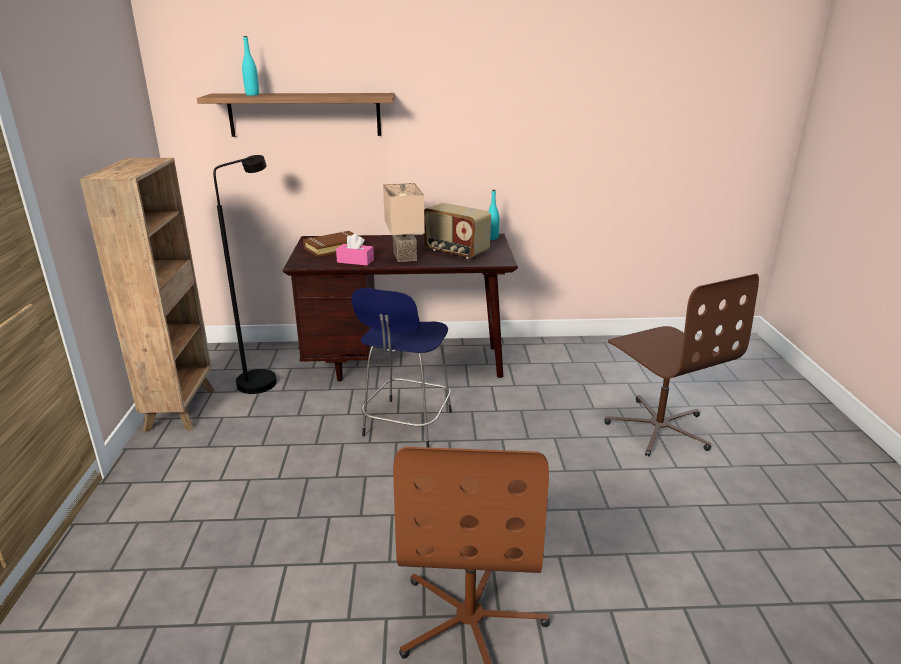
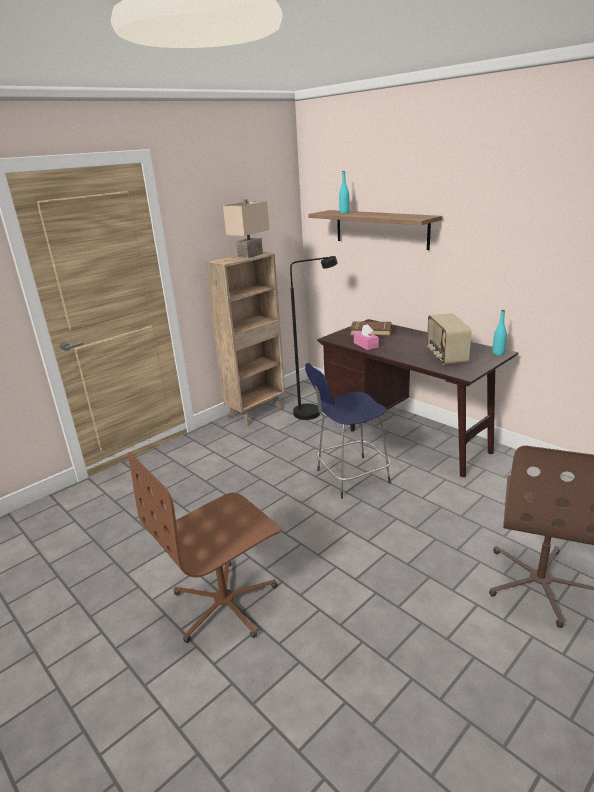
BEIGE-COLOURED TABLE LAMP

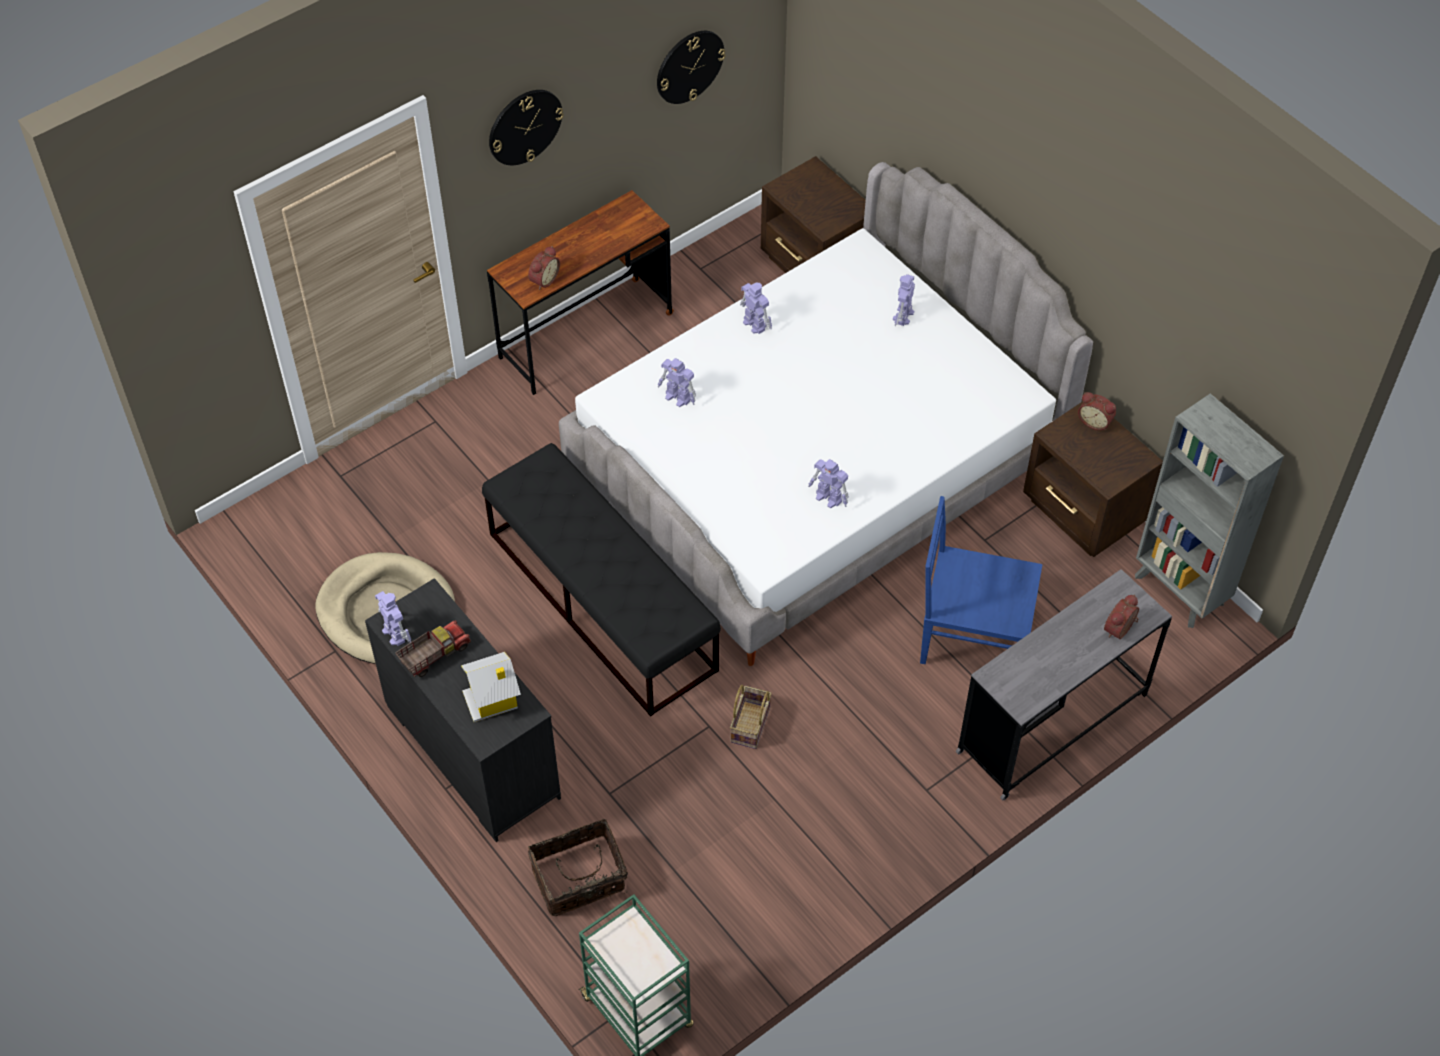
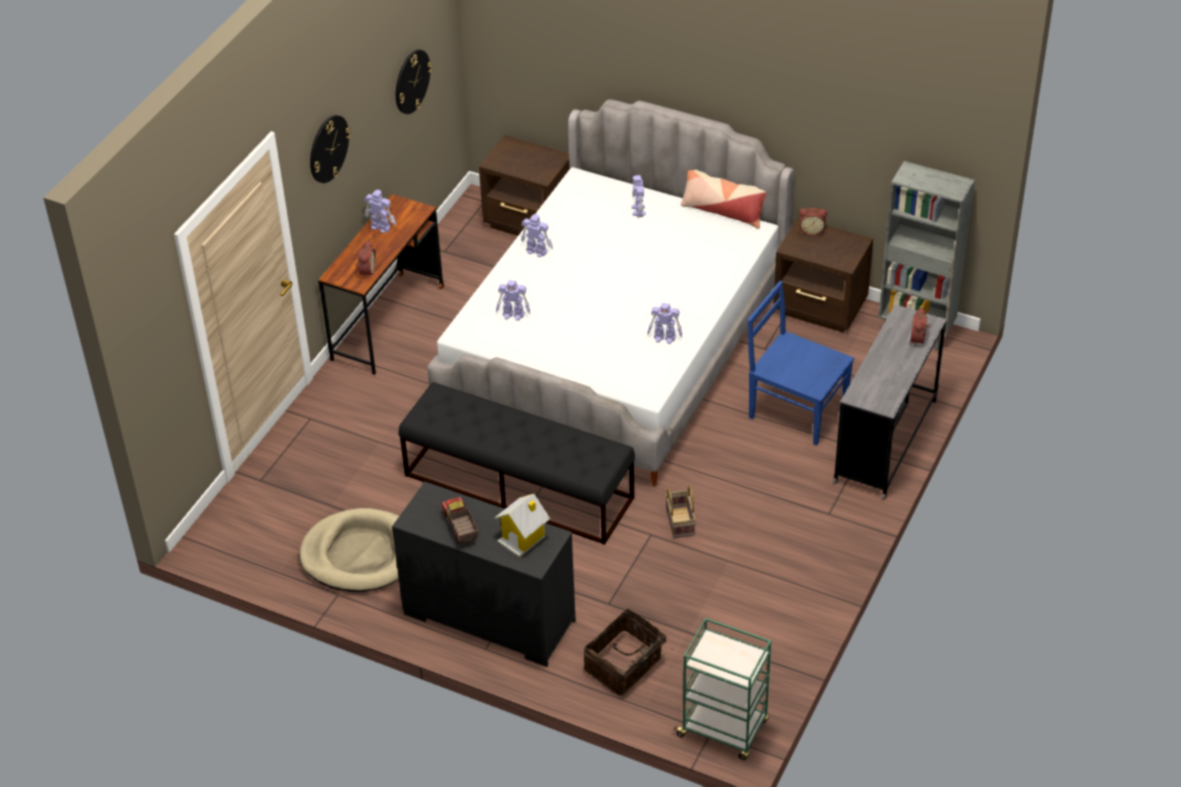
THROW PILLOW
MODEL ROBOT (1st from left)
TOY TRUCK
BLUISH PLAIN CHAIR

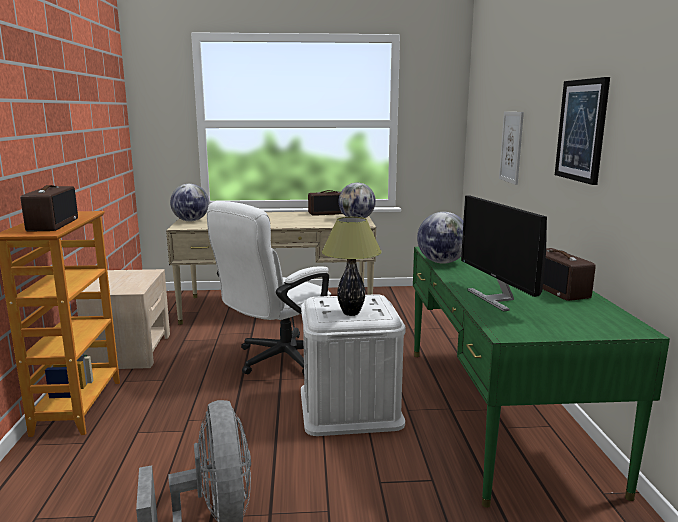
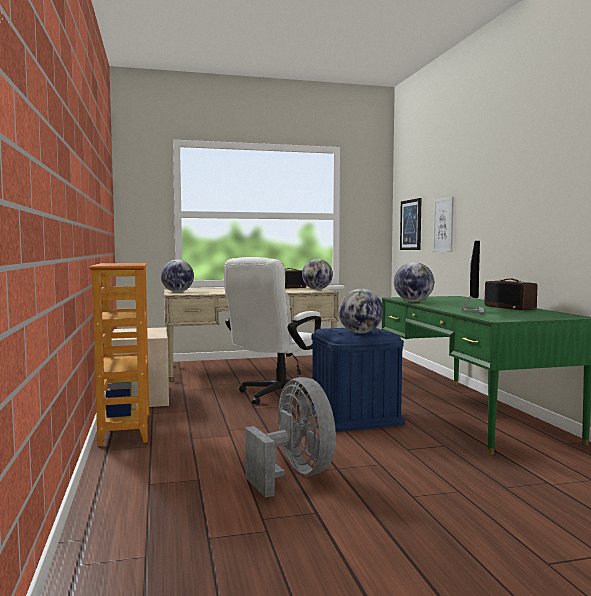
RADIO (1st from left in the first image)
WALL PICTURE (1st from left)
GLOBE (3rd from left)
BLUISH STORAGE CONTAINER
COMPUTER DISPLAY

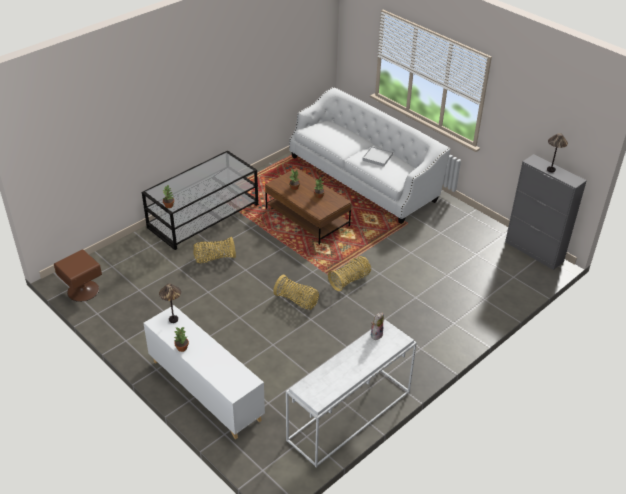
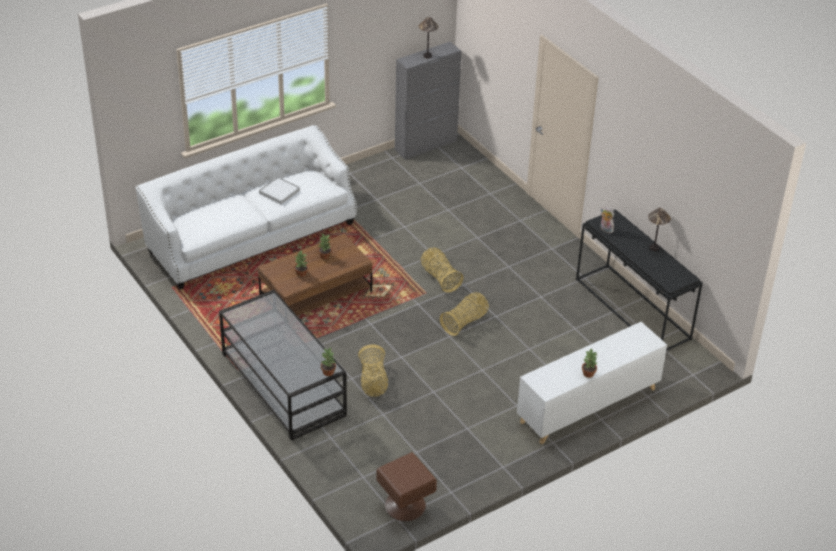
TABLE LAMP (2nd from left)
BLACK HALL TABLE

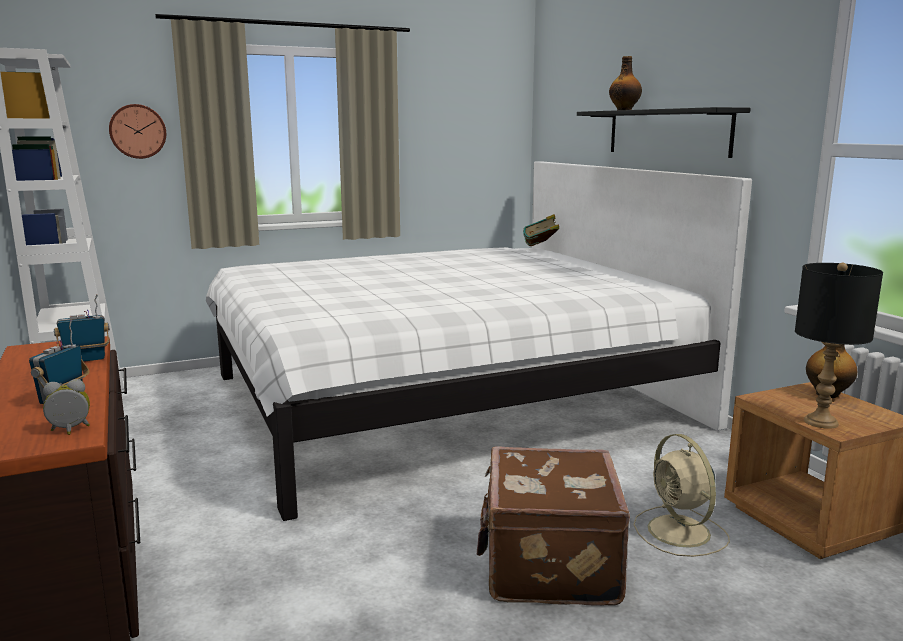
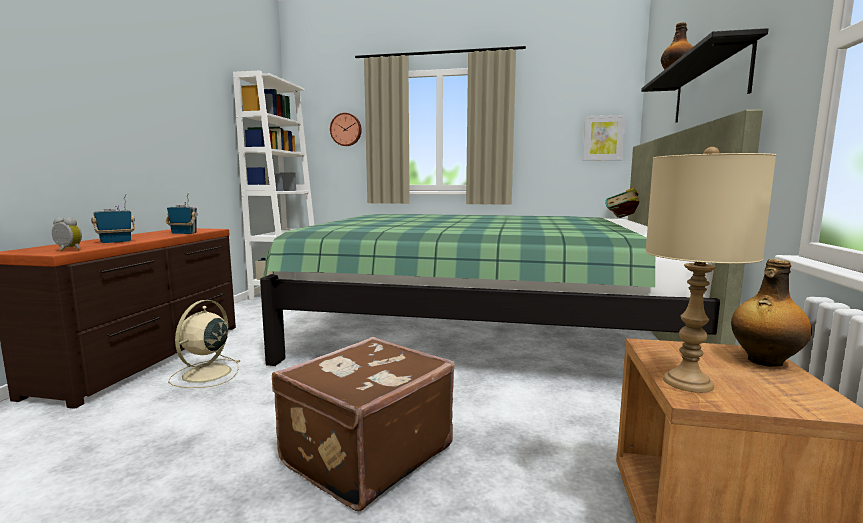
WALL PICTURE
BEIGE-COLOURED FAN
GREENISH BEDROOM BED
BEIGE-COLOURED TABLE LAMP

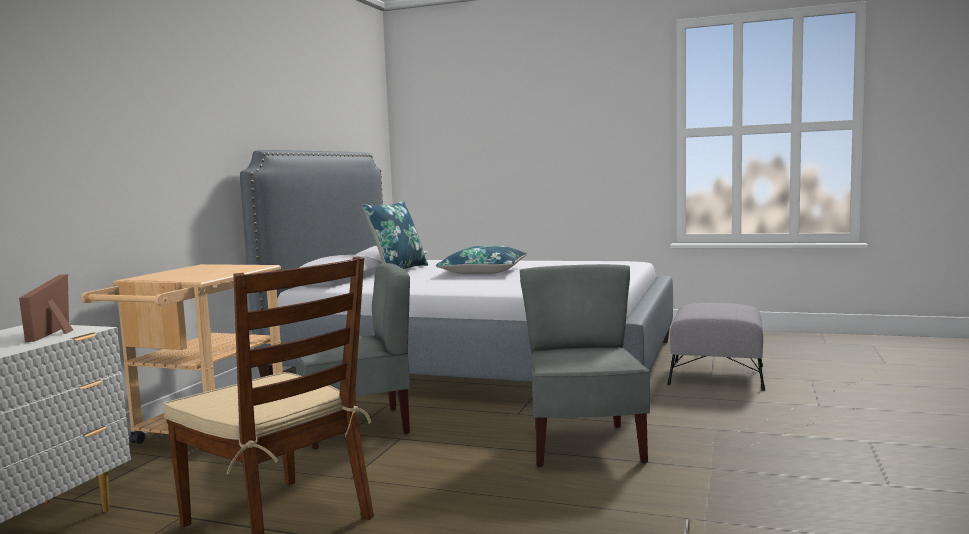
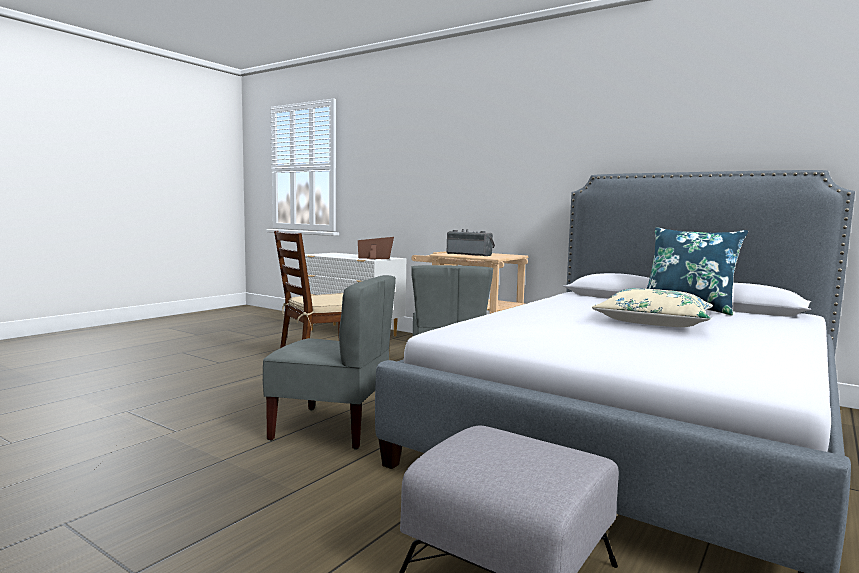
RADIO
BEIGE-COLOURED THROW PILLOW

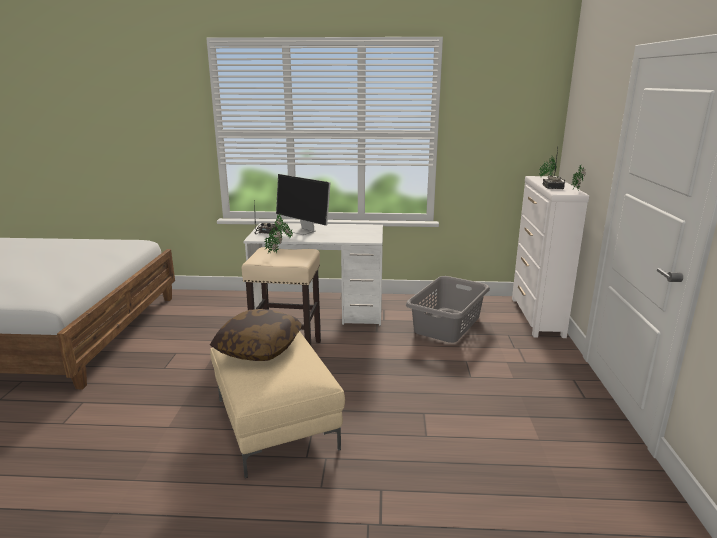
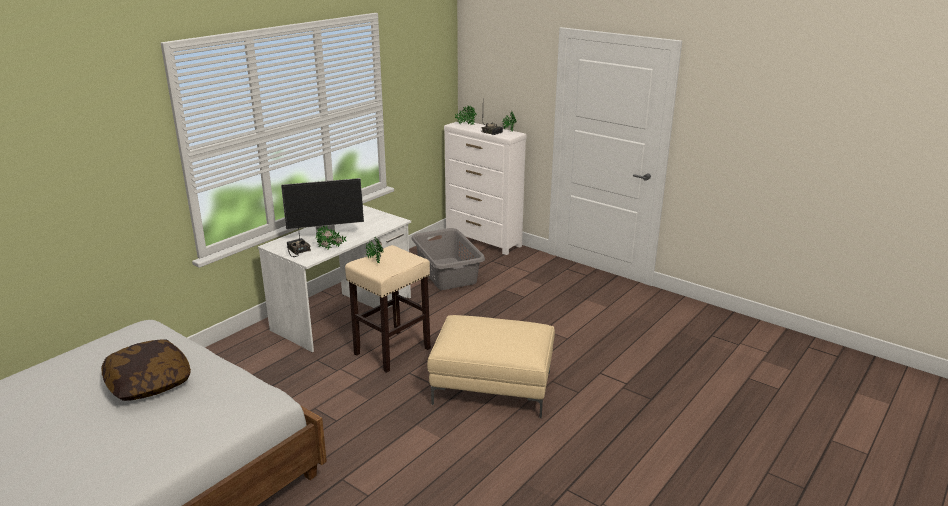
THROW PILLOW

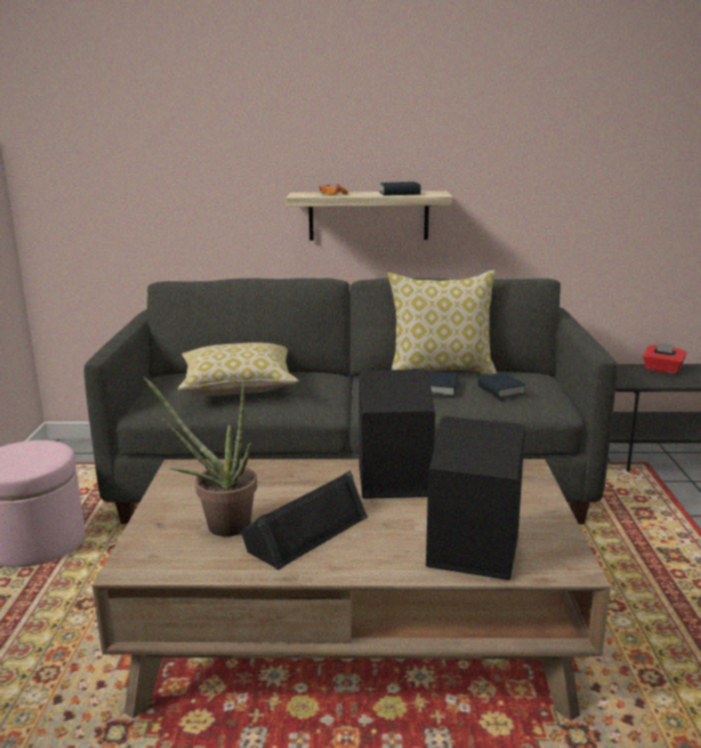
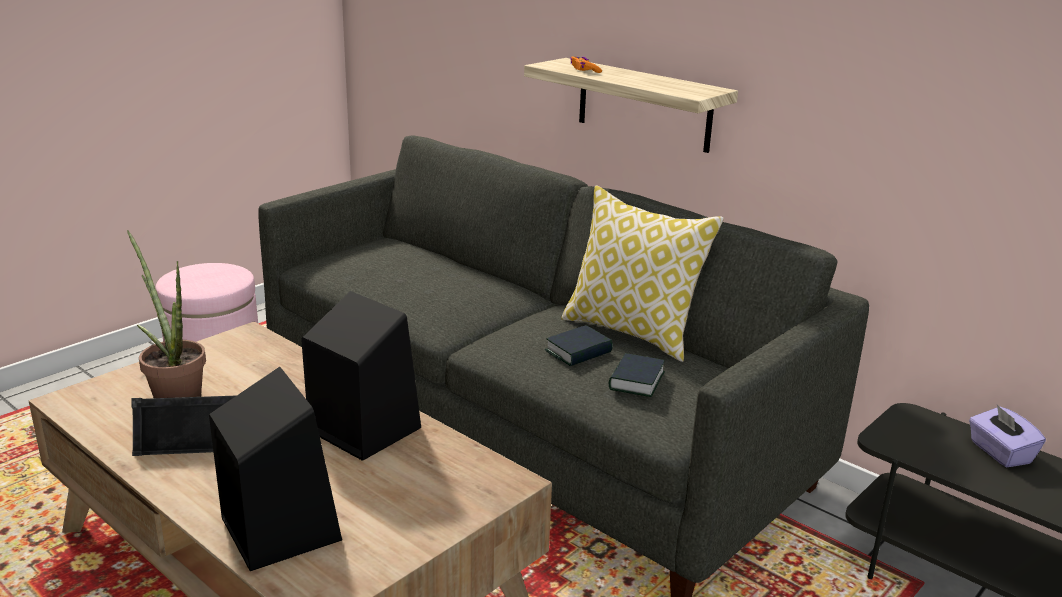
THROW PILLOW (1st from left in the first image)
VOLUME (1st from left in the first image)
PURPLE TISSUE HOLDER

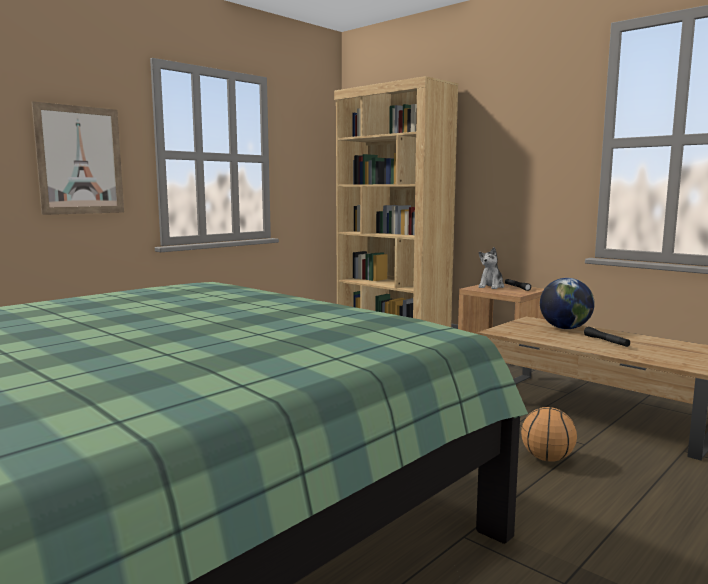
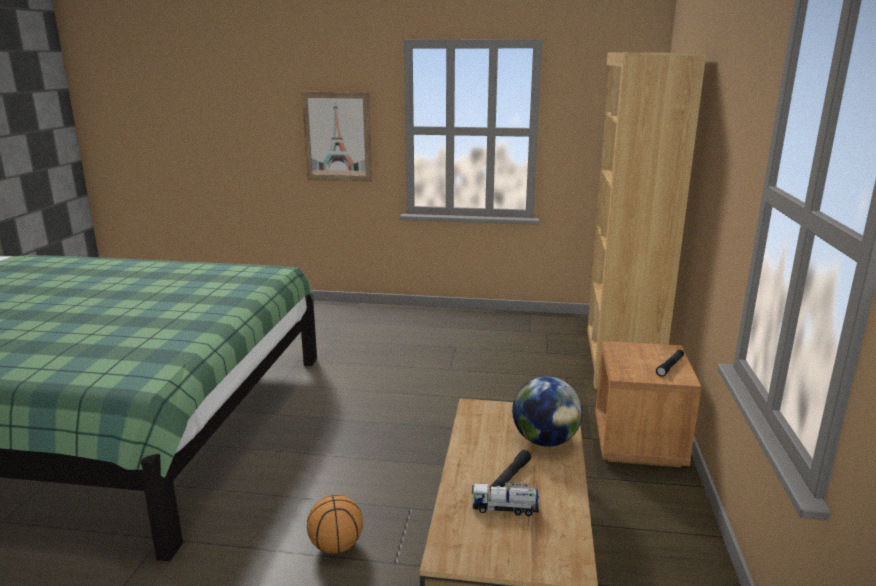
SOFT TOY
TOY TRUCK

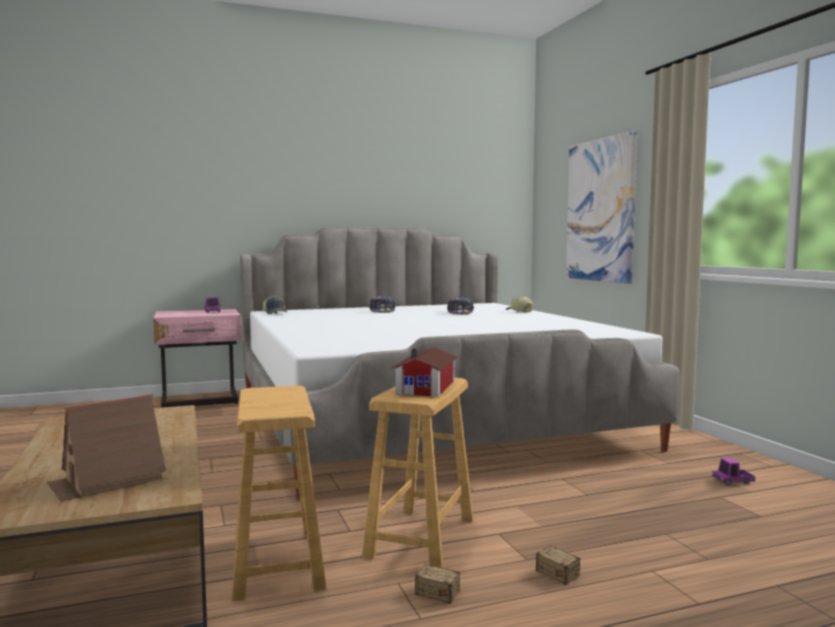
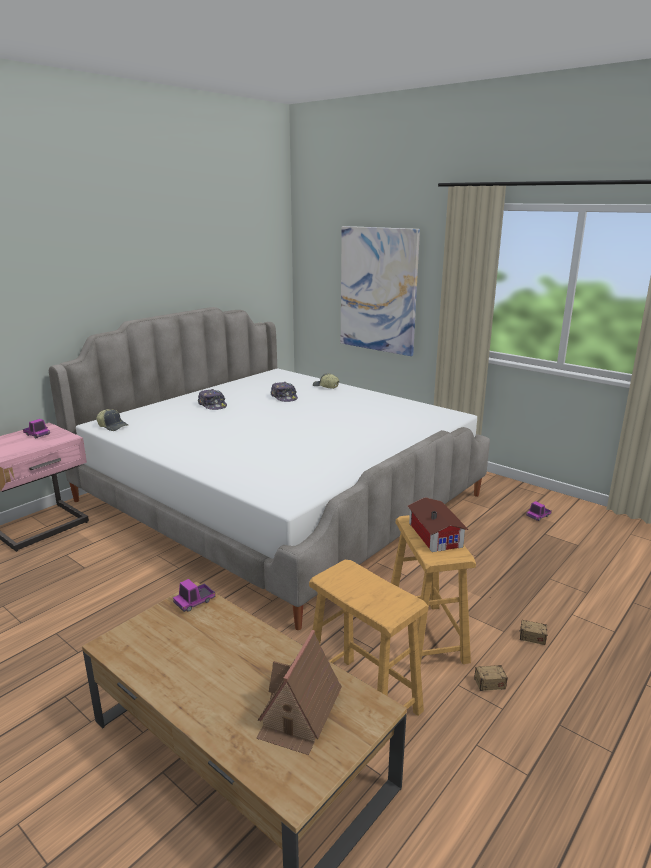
TOY TRUCK (2nd from left)

